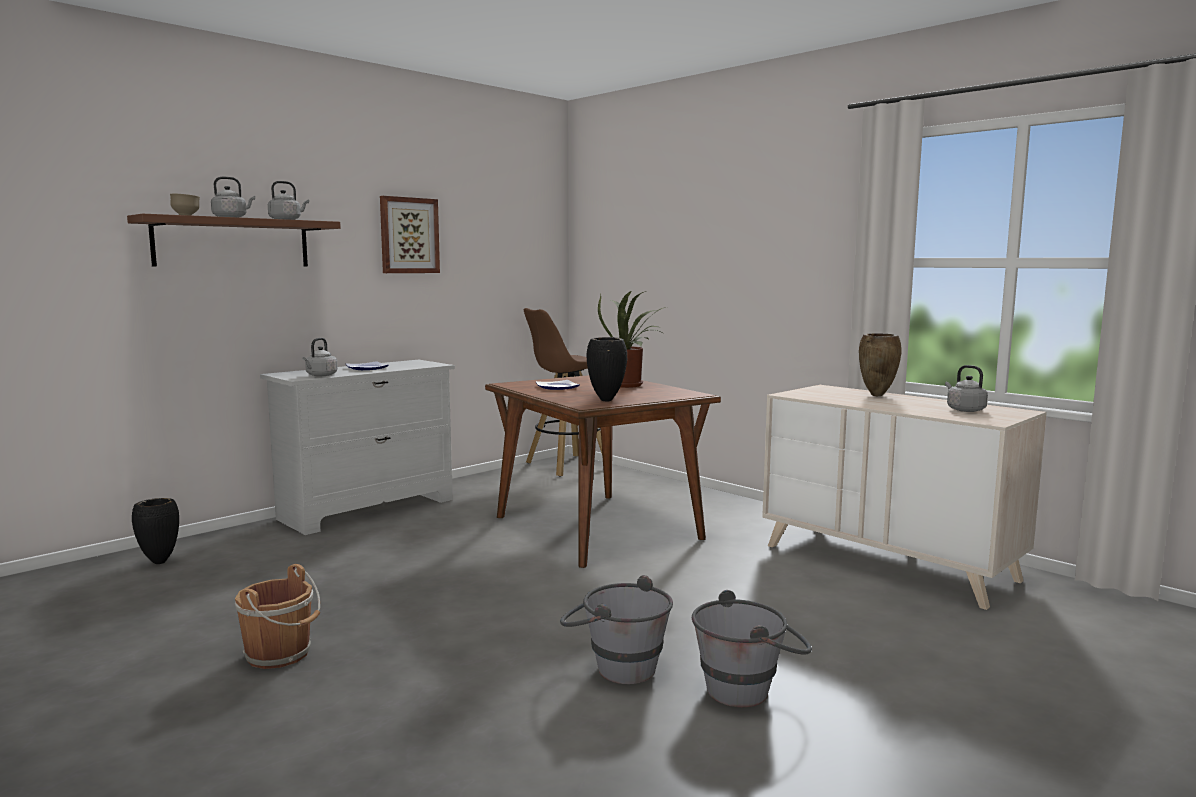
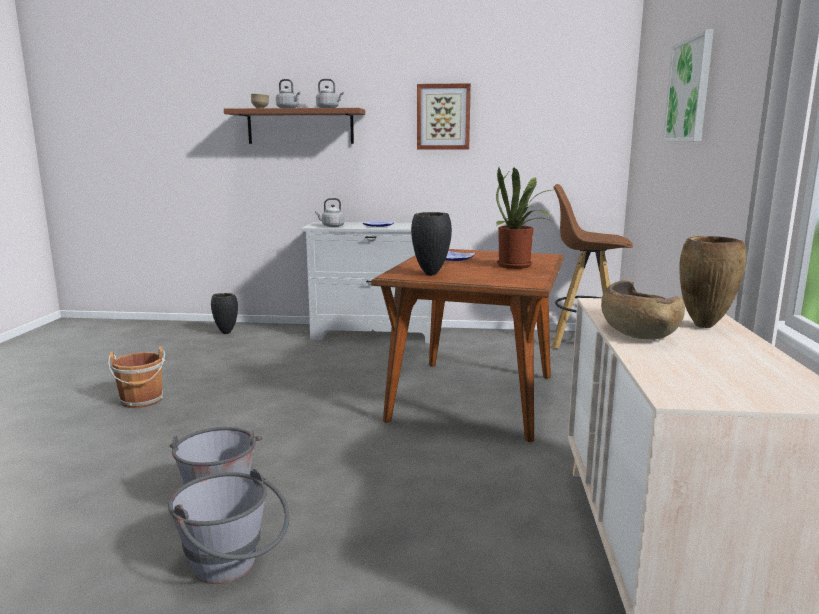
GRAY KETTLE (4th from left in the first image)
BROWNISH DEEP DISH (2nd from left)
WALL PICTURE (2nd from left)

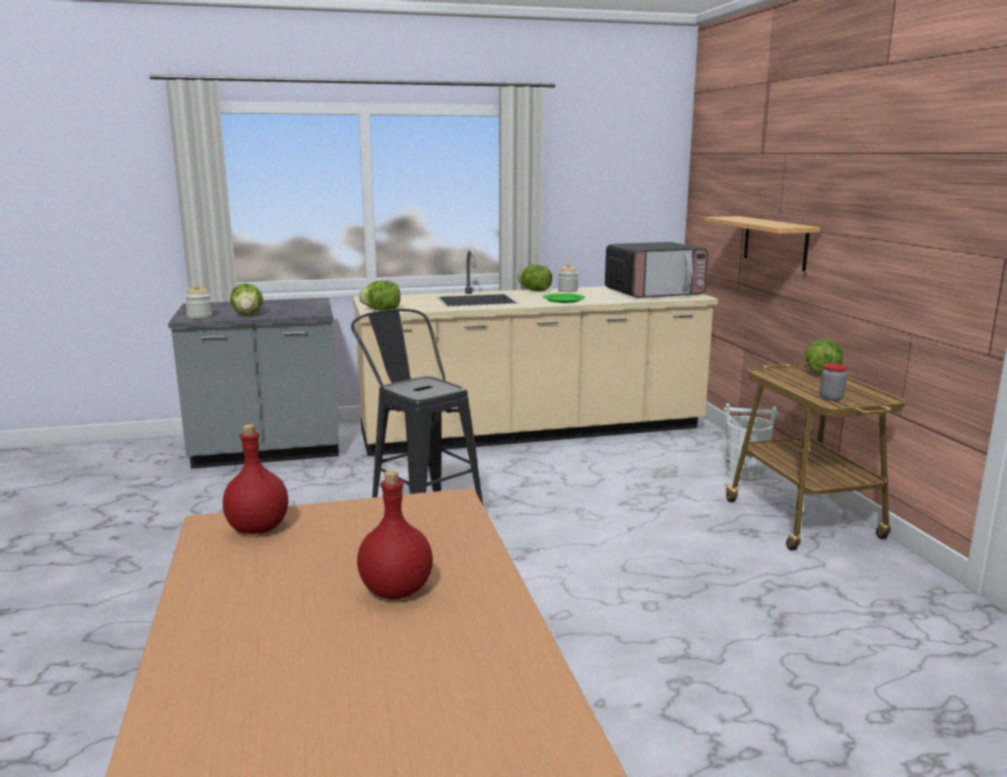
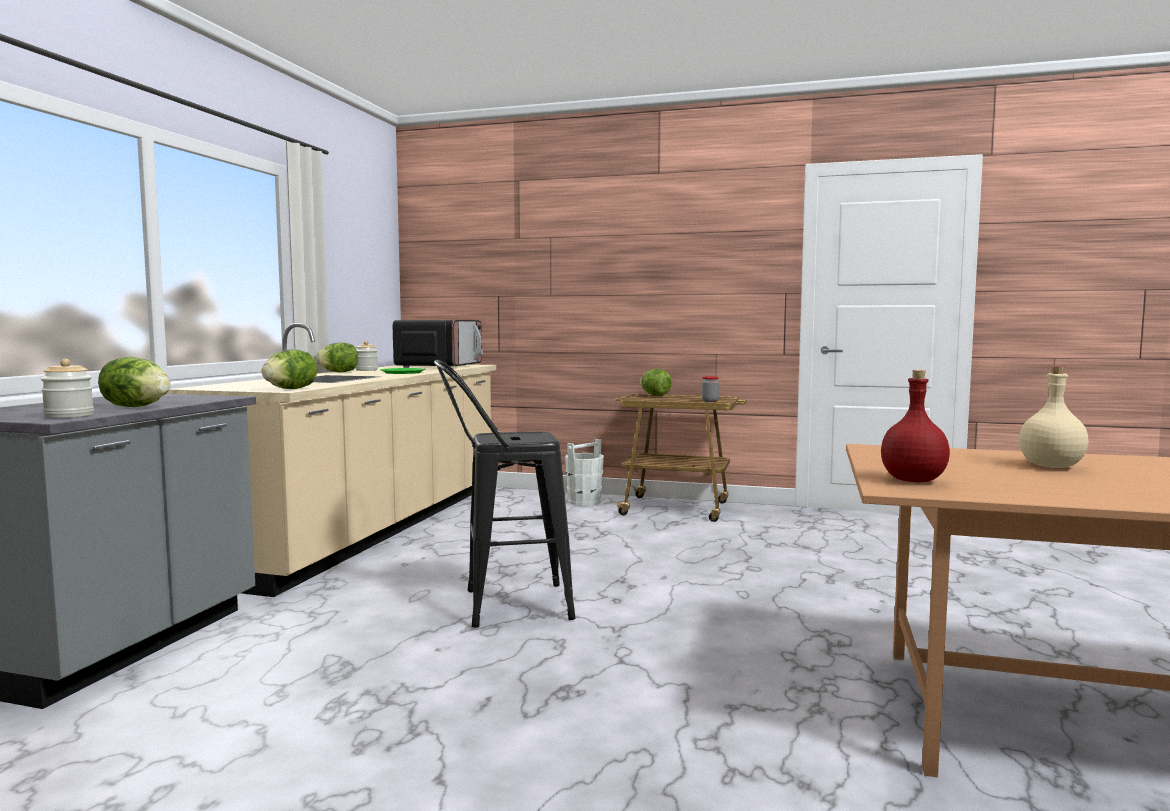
BRACKET SHELF
BEIGE-COLOURED DRINK BOTTLE

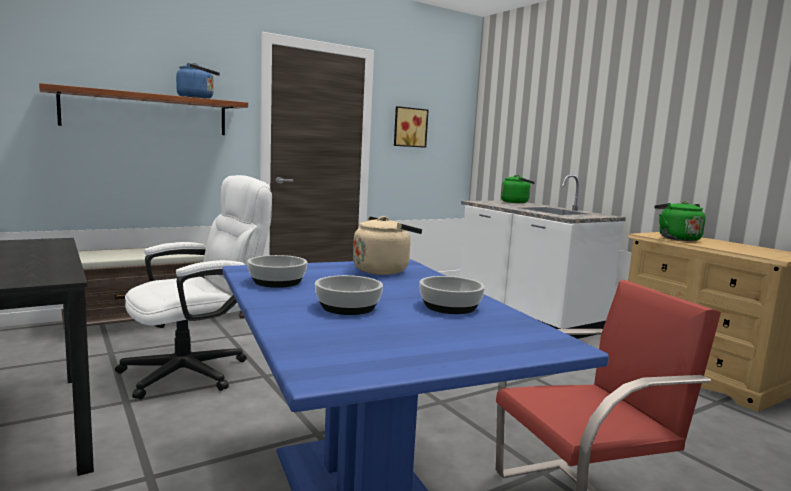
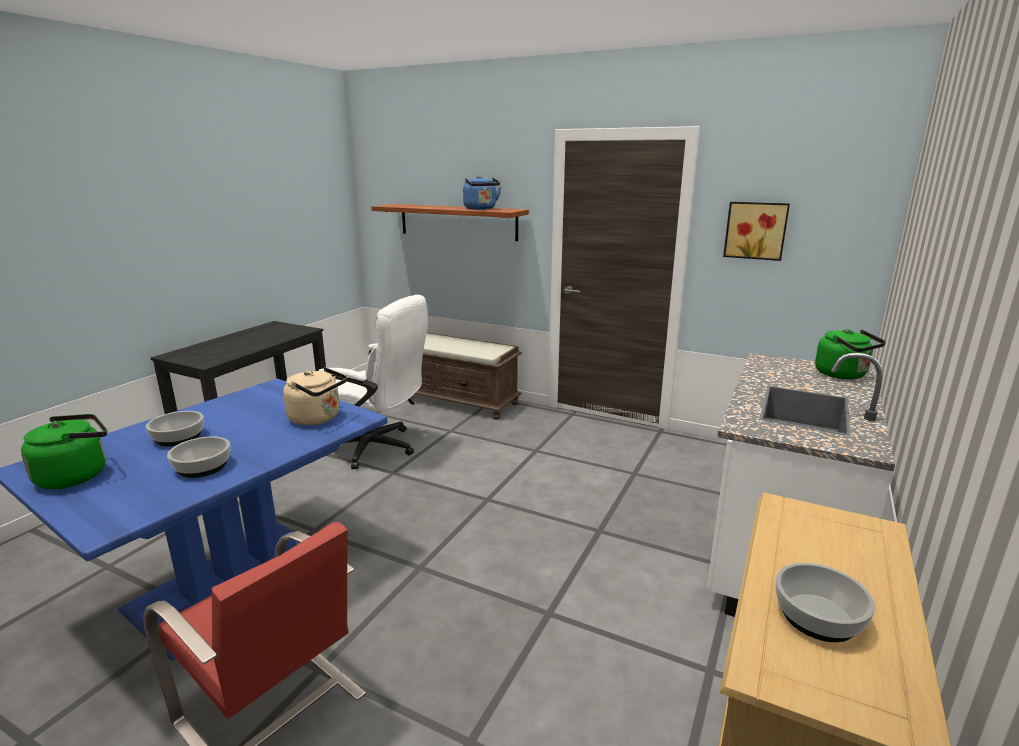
DEEP DISH (3rd from left)
GREENISH KETTLE (1st from left)

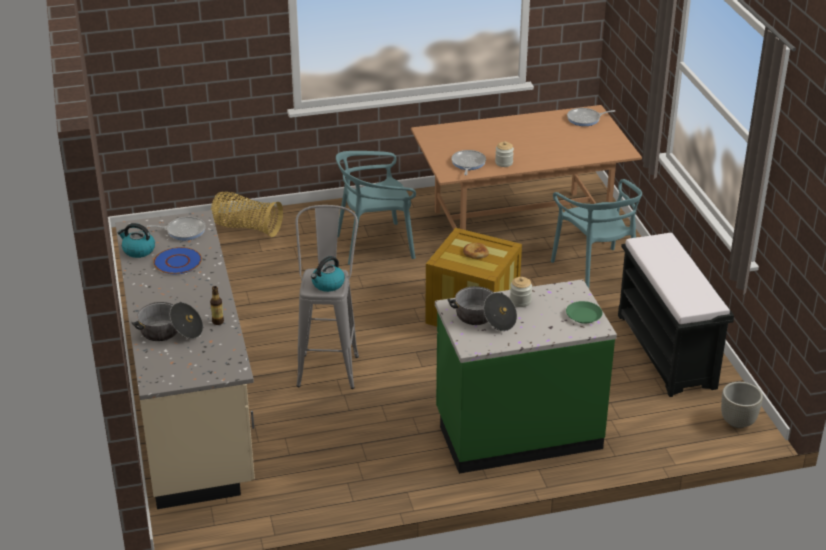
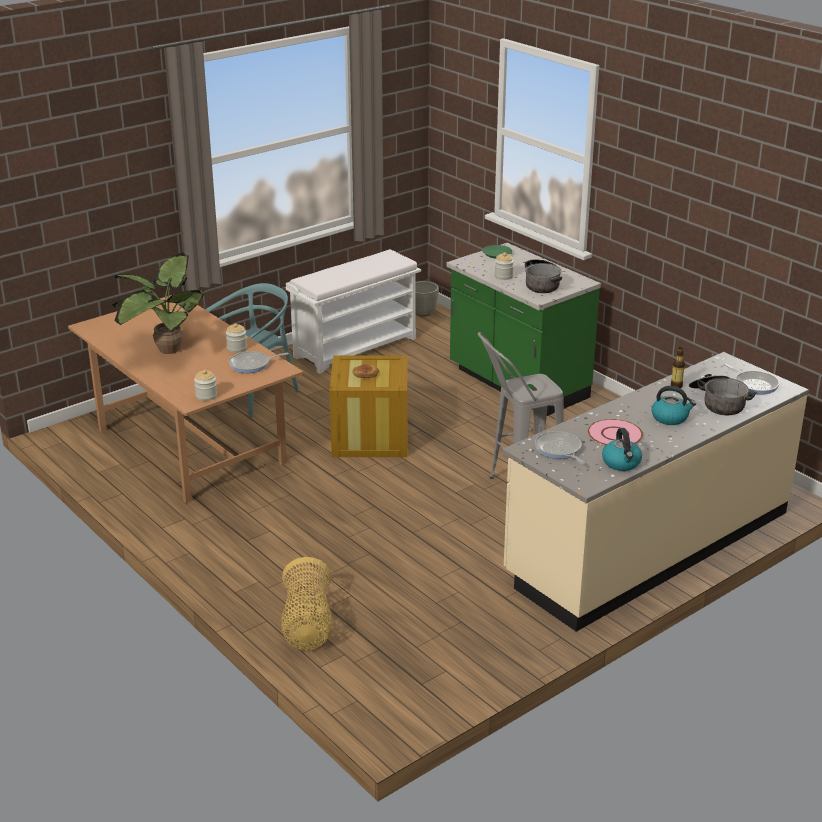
TURQUOISE PLAIN CHAIR (1st from left in the first image)
POTTED PLANT
PRESERVE JAR (1st from left)
KETTLE (2nd from left)
SKILLET (3rd from left)
PINKISH DINNER PLATE
WHITE-COLOURED BENCH

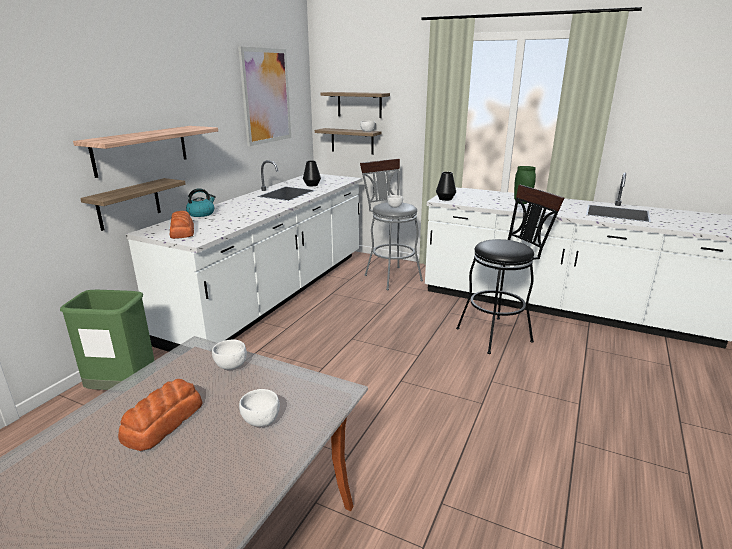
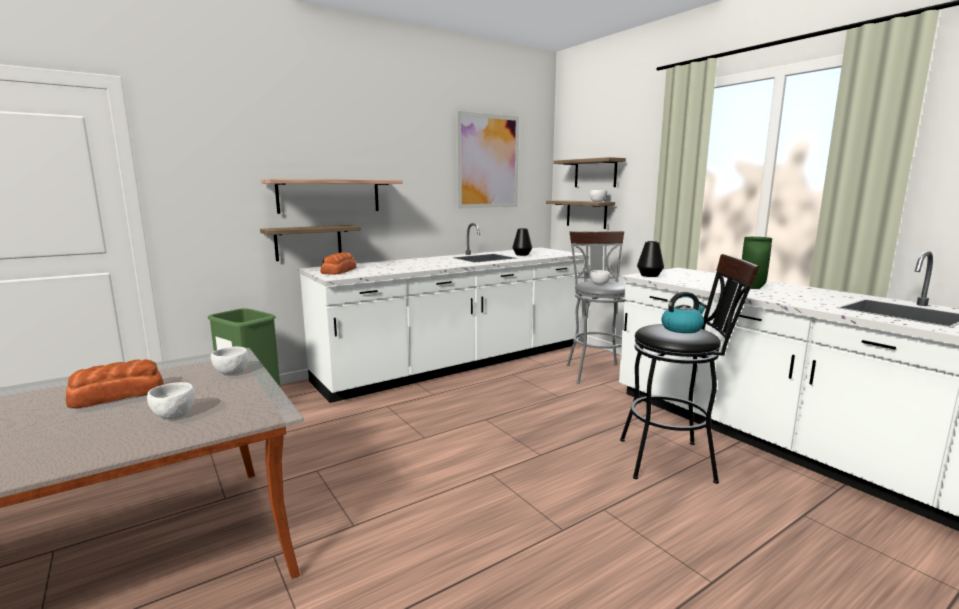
KETTLE

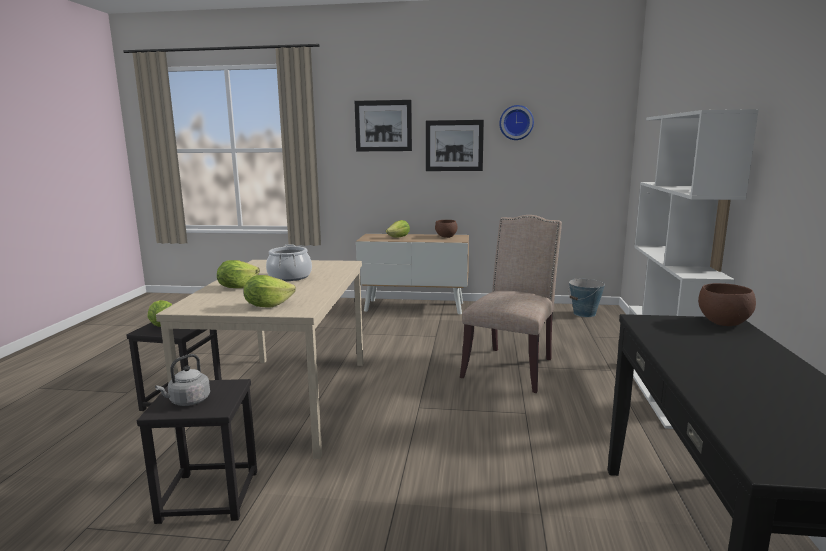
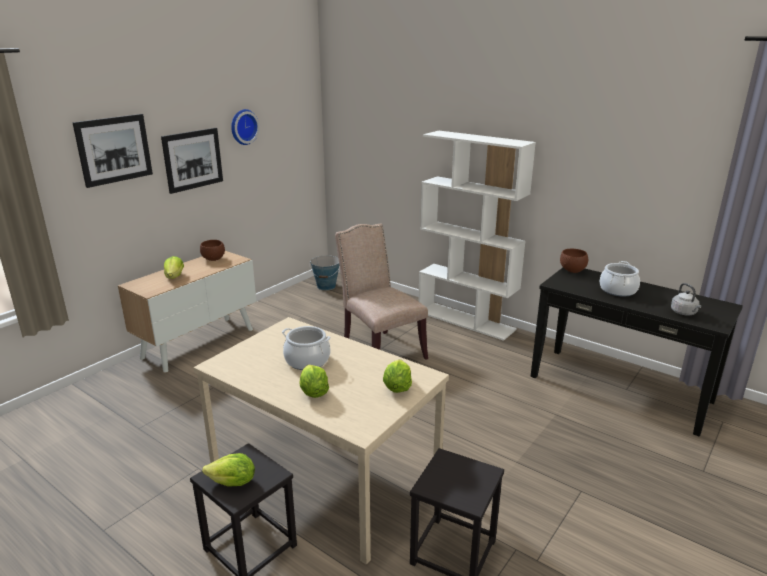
SAUCEPOT (2nd from left)
GRAY KETTLE

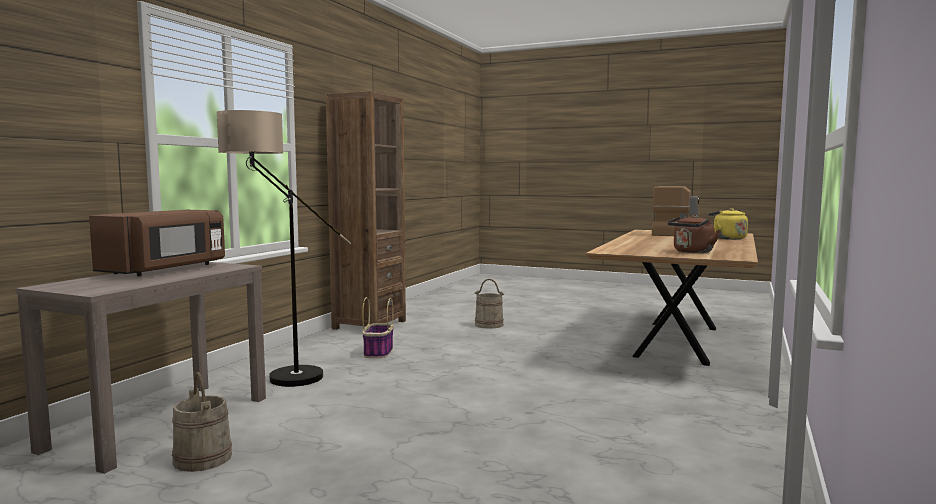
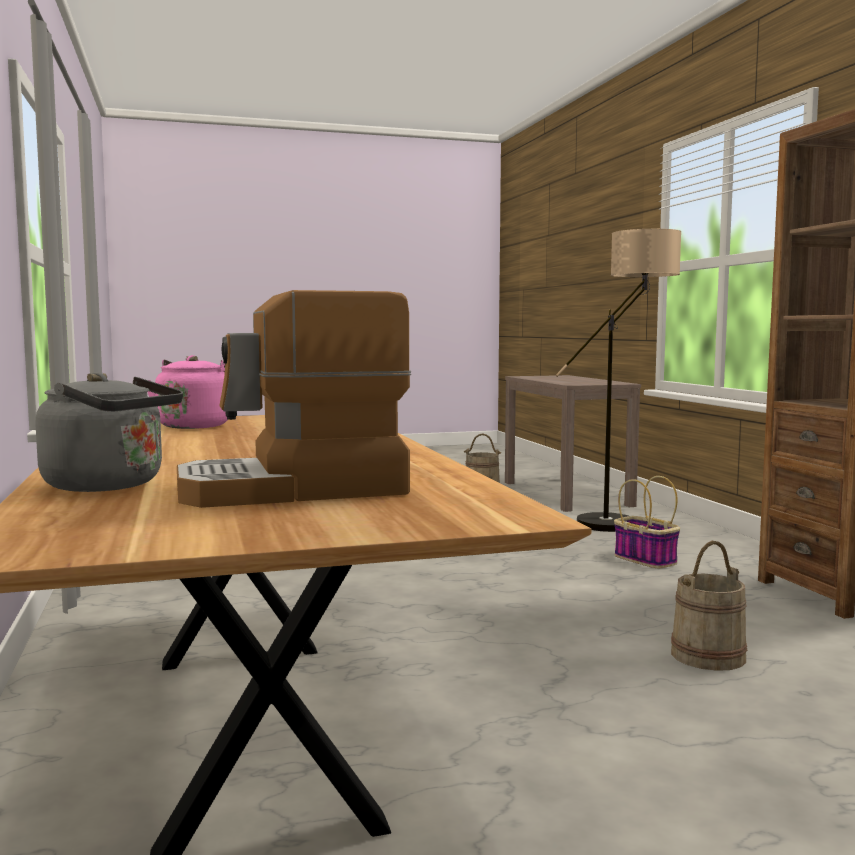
BROWNISH MICROWAVE
PINKISH KETTLE
GRAY KETTLE

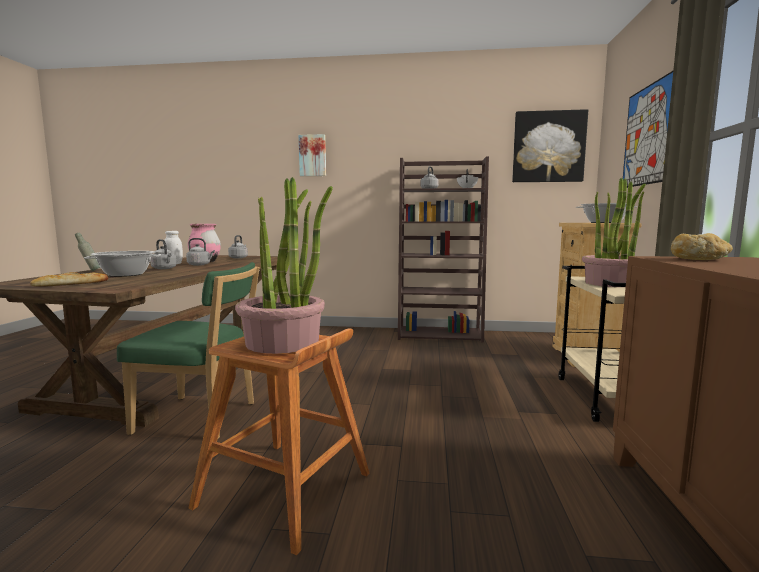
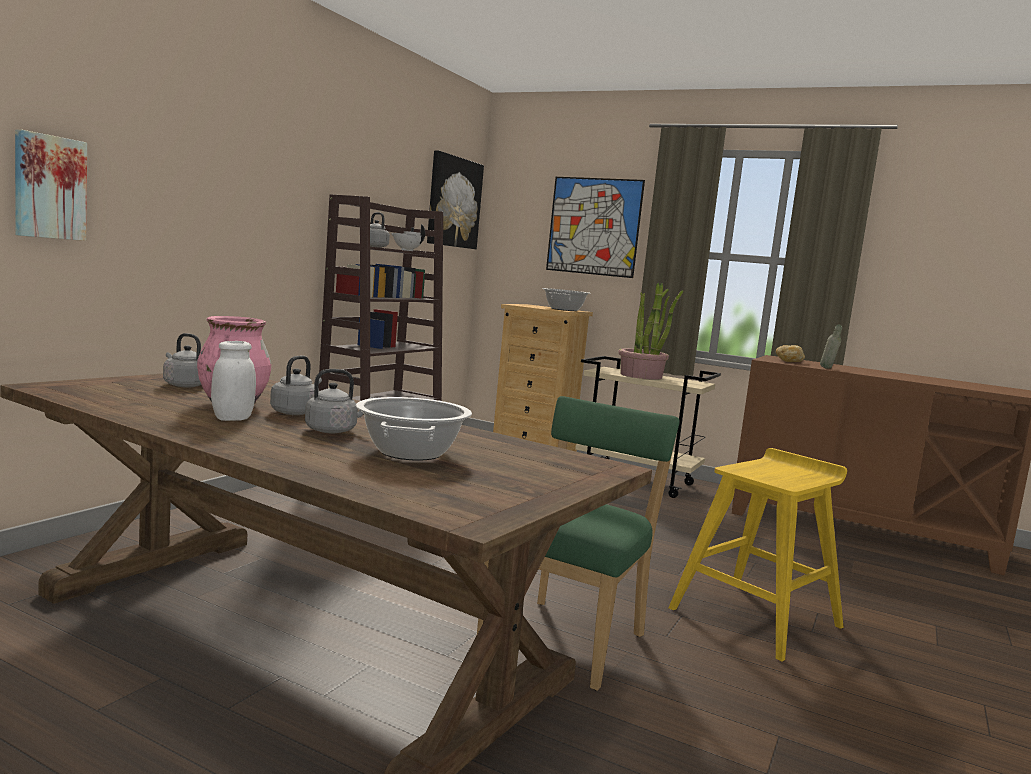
BAKED BREAD (1st from left in the first image)
POTTED PLANT (1st from left in the first image)
GRAY DRINK BOTTLE
WALL PICTURE (1st from left)
YELLOW-COLOURED SITTING STOOL

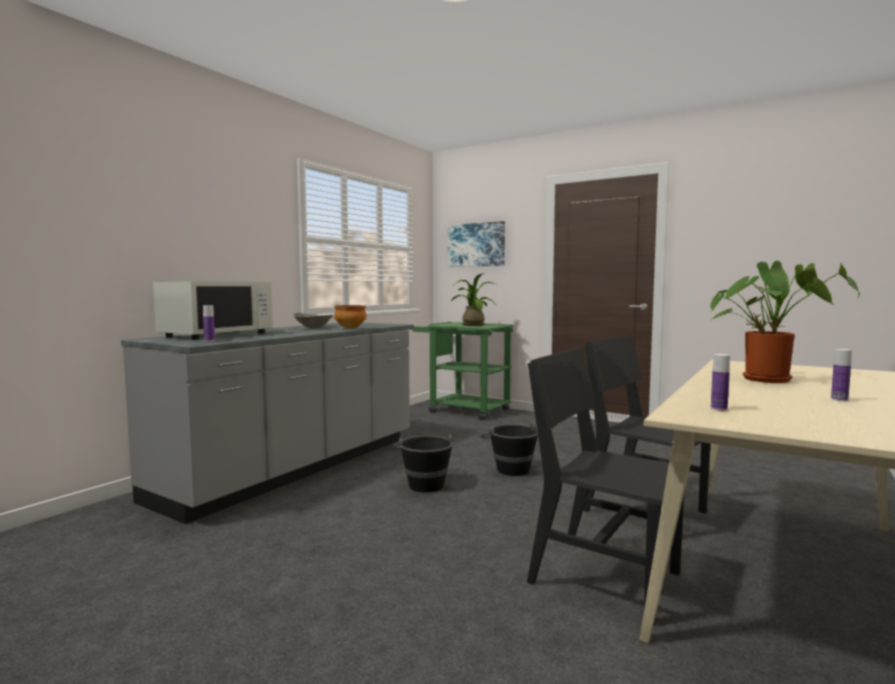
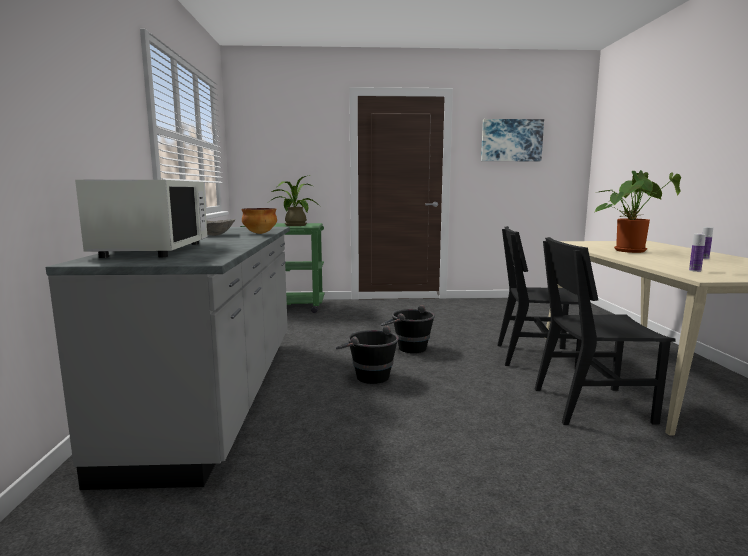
DRINK BOTTLE (1st from left in the first image)
WALL PICTURE

